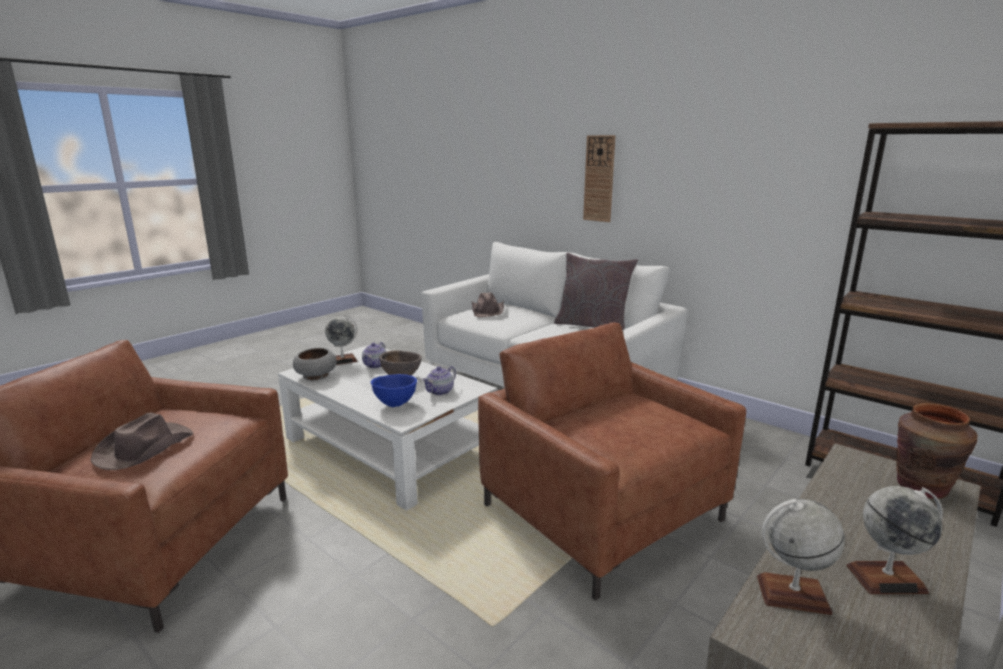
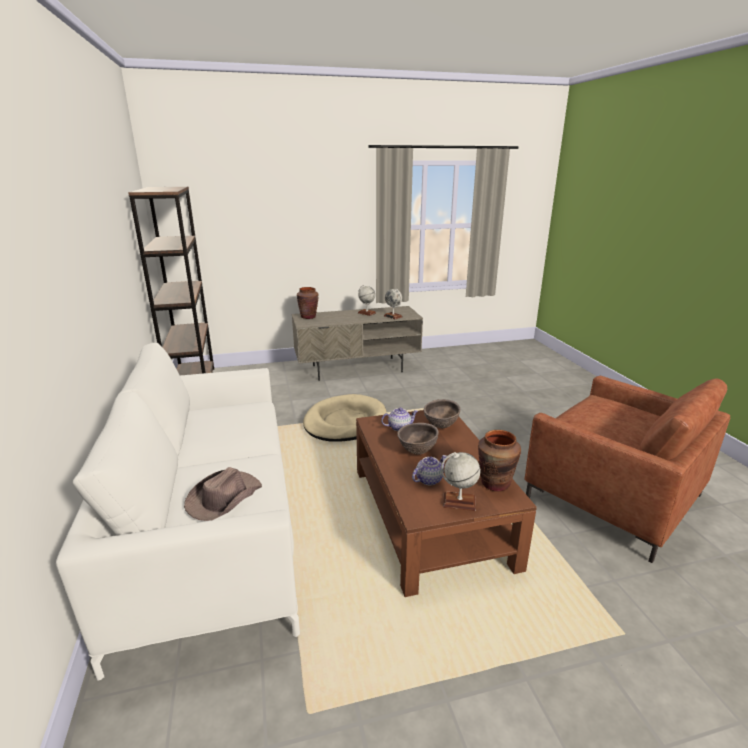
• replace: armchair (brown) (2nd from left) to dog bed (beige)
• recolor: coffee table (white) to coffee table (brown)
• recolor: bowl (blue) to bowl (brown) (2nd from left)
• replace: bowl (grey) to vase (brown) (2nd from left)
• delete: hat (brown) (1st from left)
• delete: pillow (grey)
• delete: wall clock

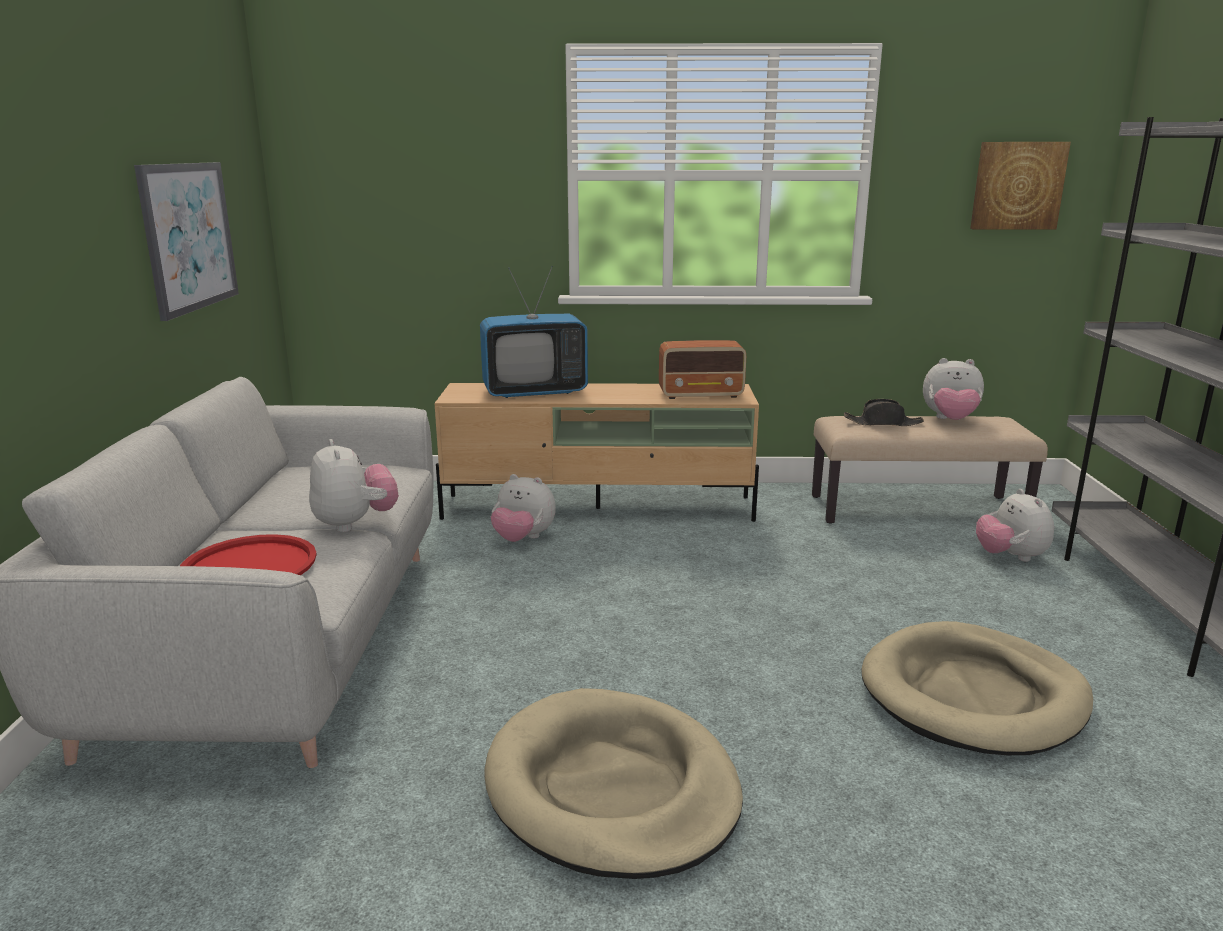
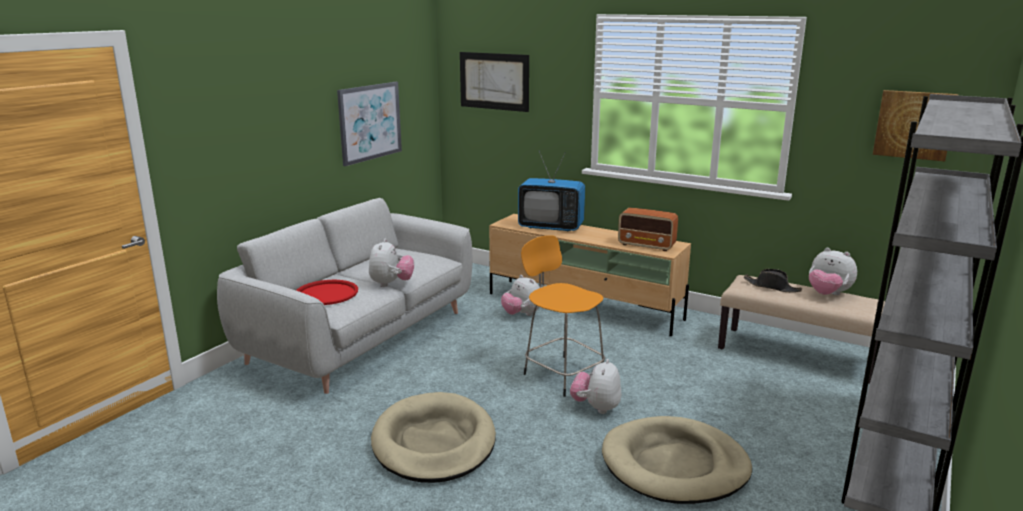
• insert: picture (2nd from left)
• insert: stool (orange)
• move: plush toy (4th from left in the first image) to plush toy (3rd from left)

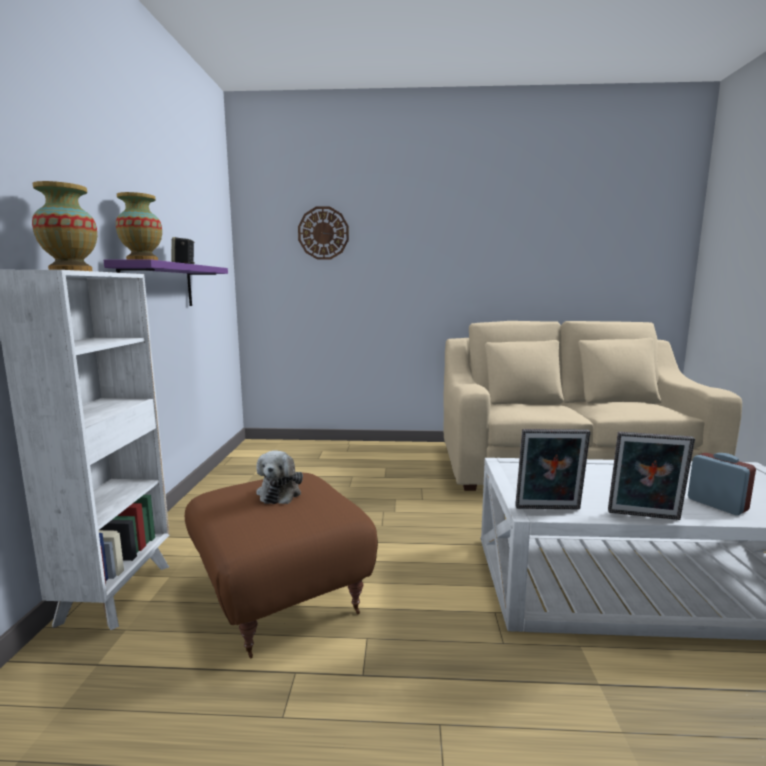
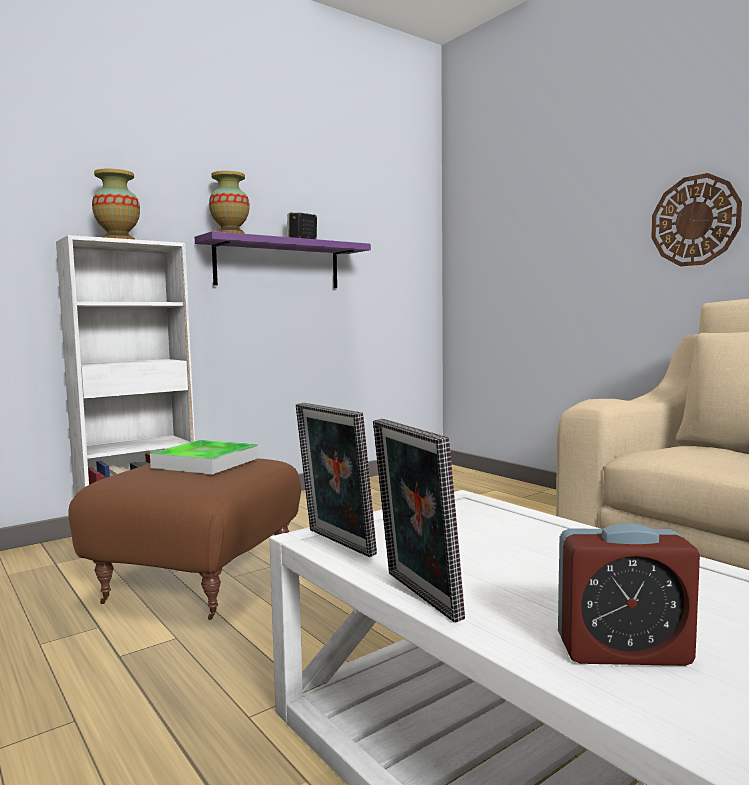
• replace: plush toy to tray
• rotate: alarm clock 75 degrees clockwise
• move: wall clock

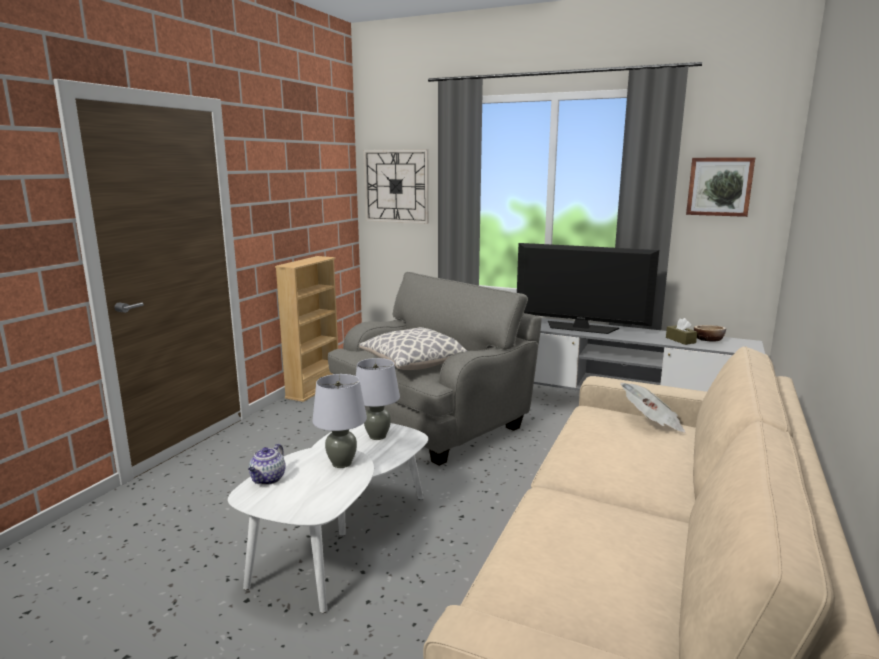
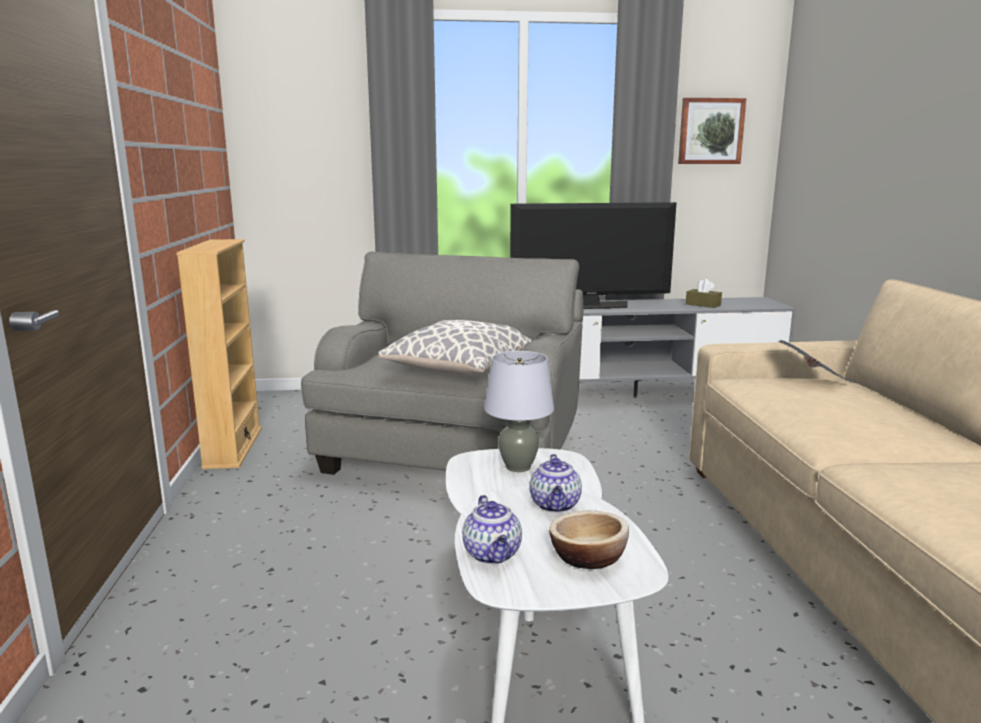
• replace: table lamp (grey) (1st from left) to teapot (2nd from left)
• move: bowl
• delete: wall clock

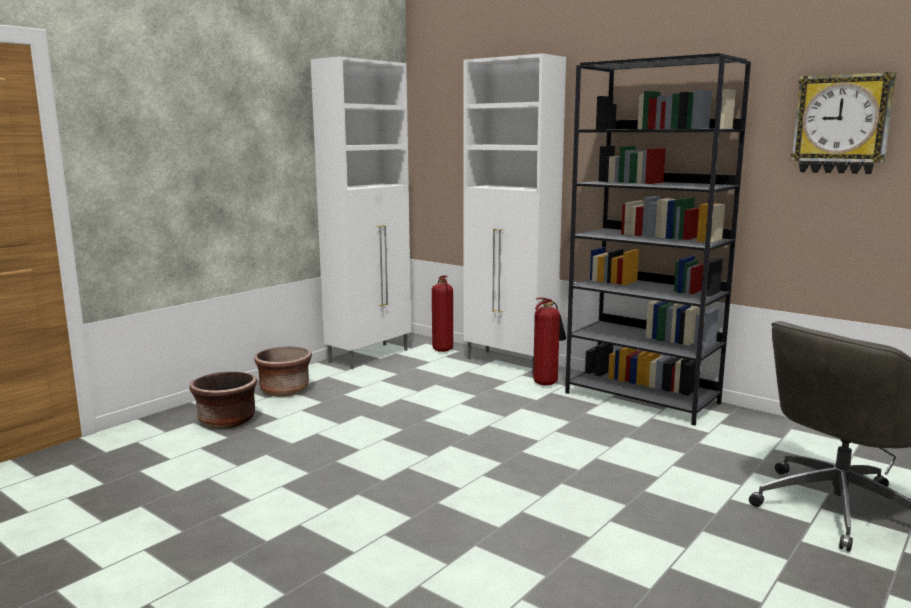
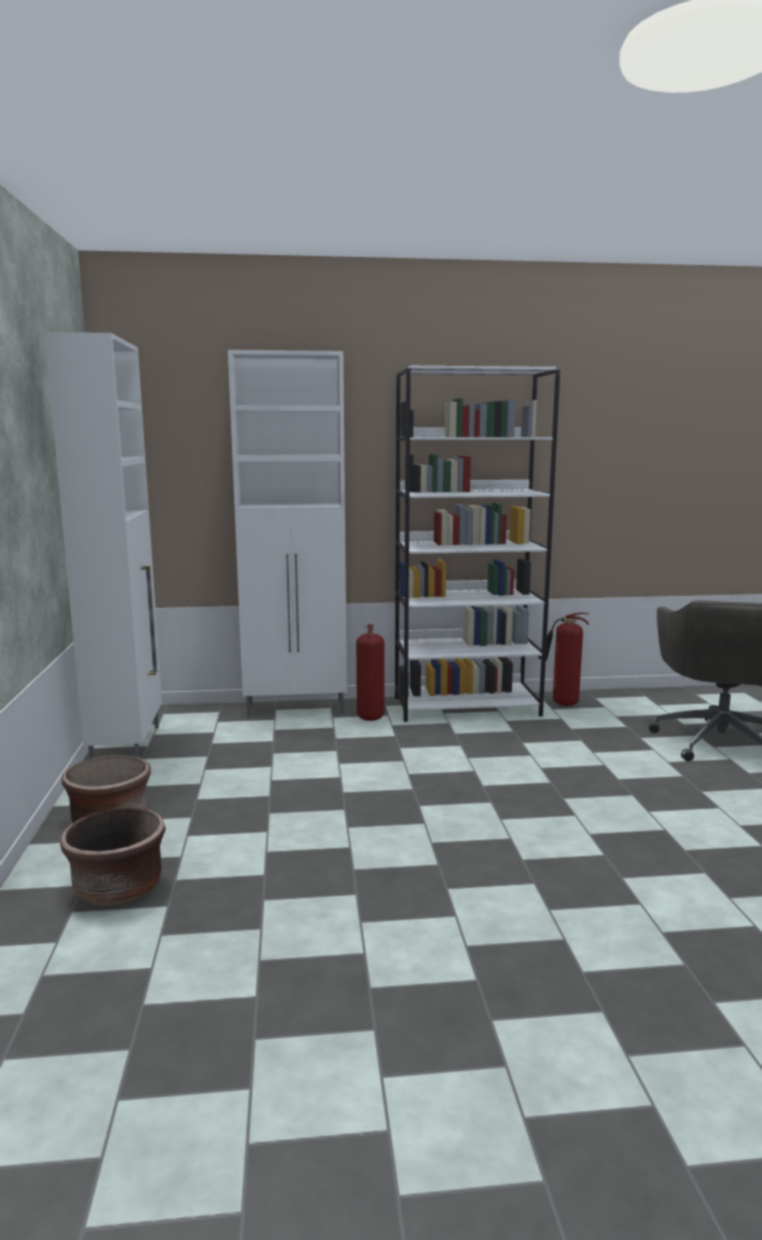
• recolor: bookcase (black) to bookcase (white)
• move: fire extinguisher (1st from left in the first image) to fire extinguisher (2nd from left)
• delete: wall clock

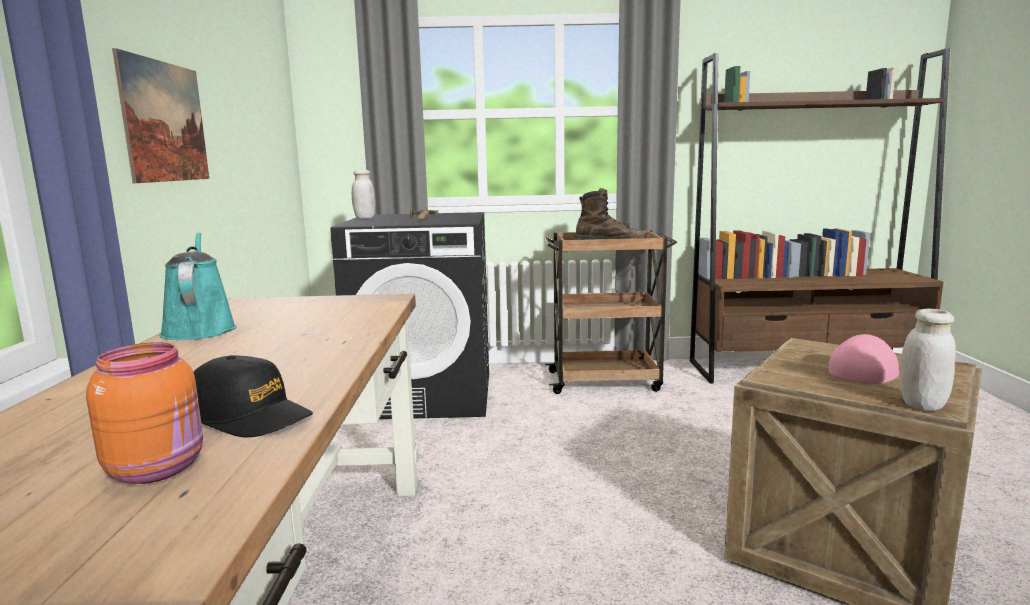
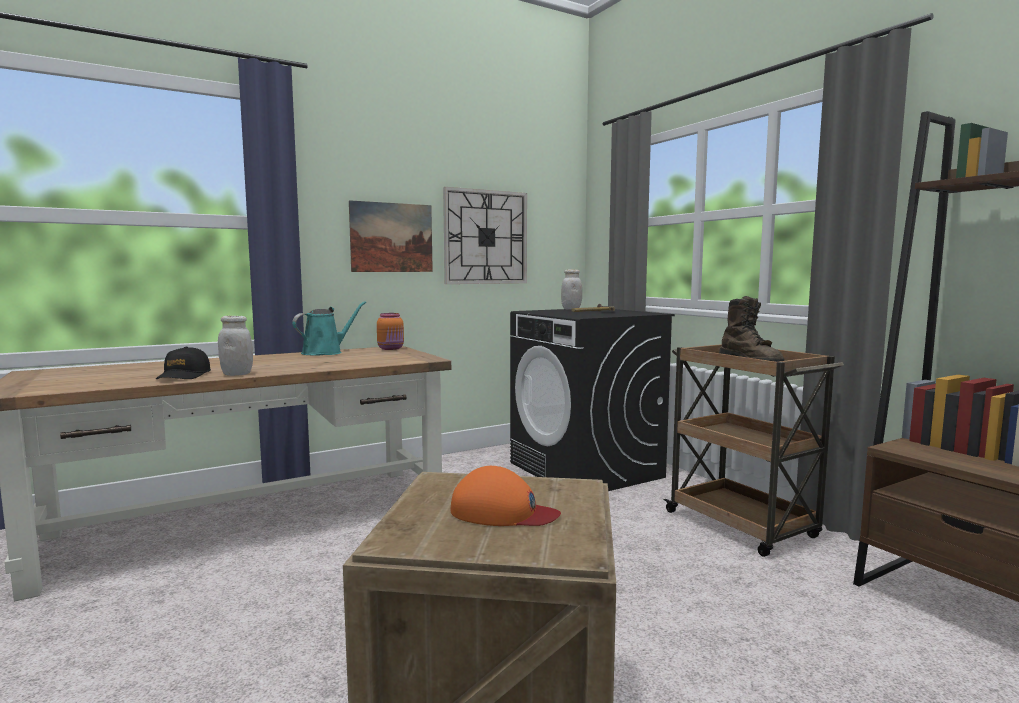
• move: jar (white) (2nd from left in the first image) to jar (white) (1st from left)
• move: jar (orange)
• insert: wall clock
• recolor: cap (pink) to cap (orange)

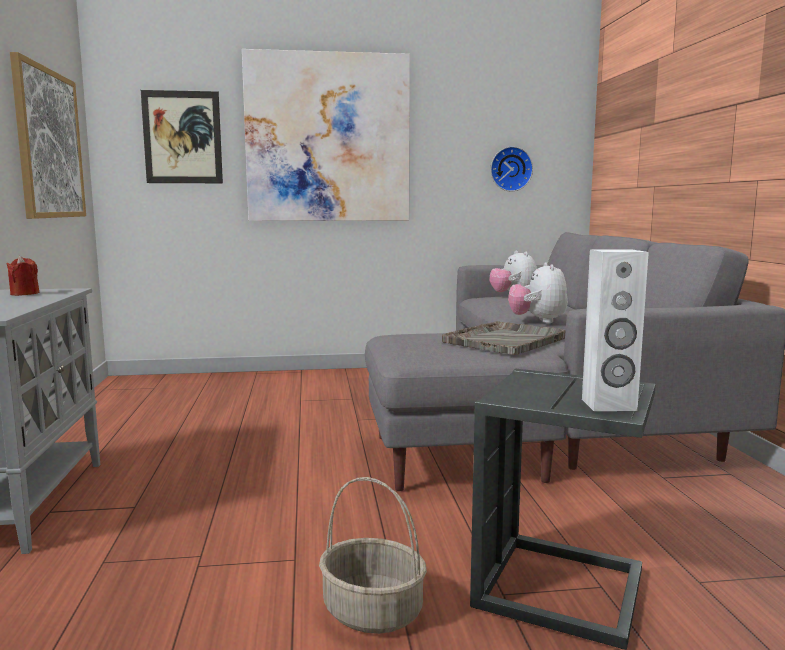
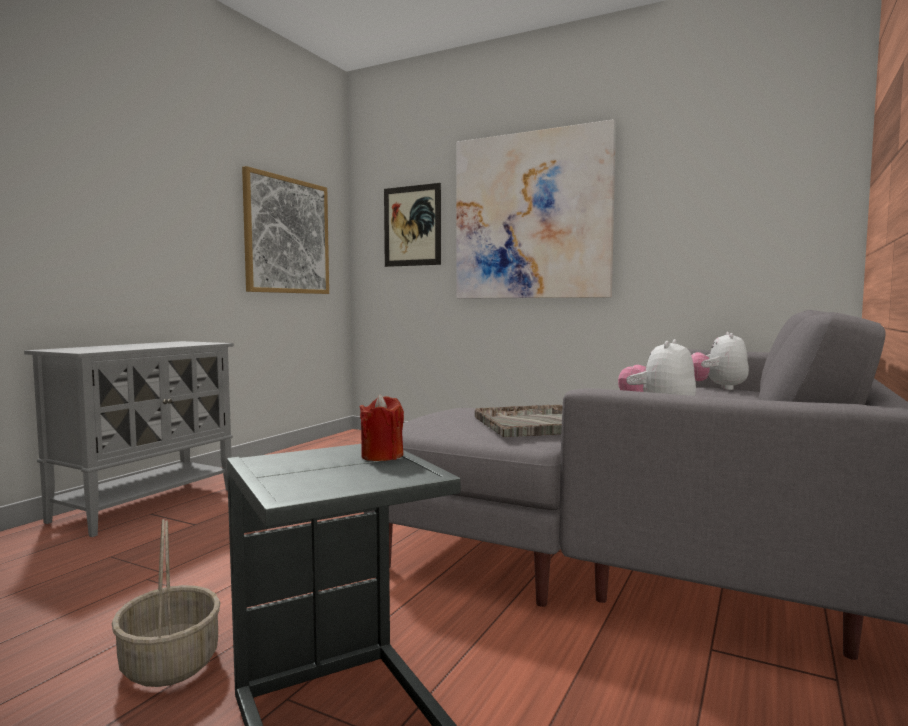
• move: candle (red)
• delete: wall clock
• delete: speaker (white)

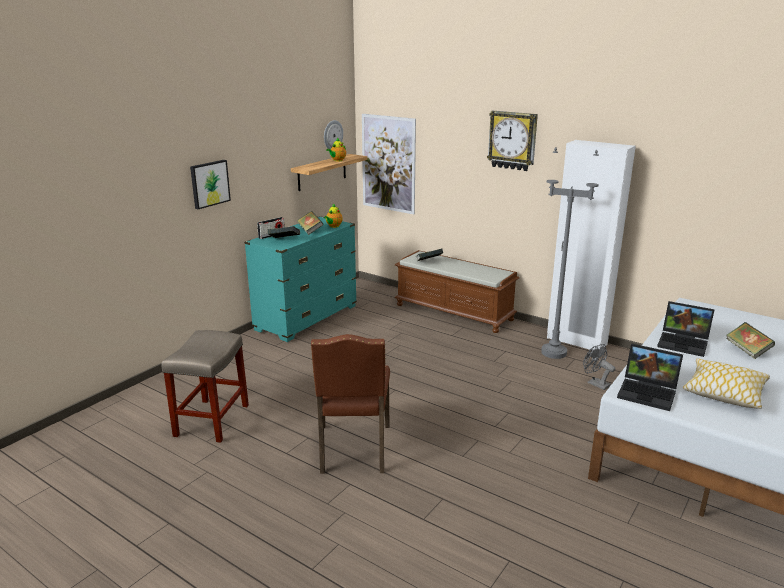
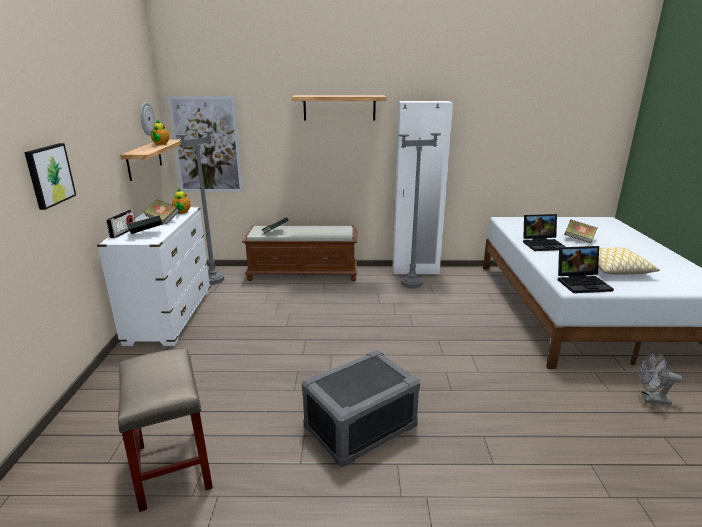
• recolor: dresser (turquoise) to dresser (white)
• insert: floor lamp (grey) (1st from left)
• replace: wall clock (2nd from left) to shelf (2nd from left)
• replace: chair (brown) to storage box (grey)
• move: fan (grey)

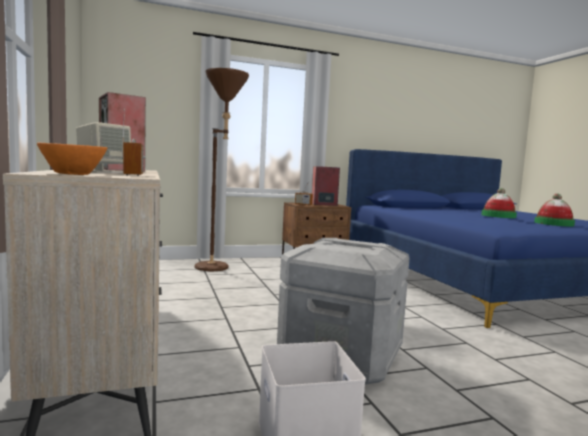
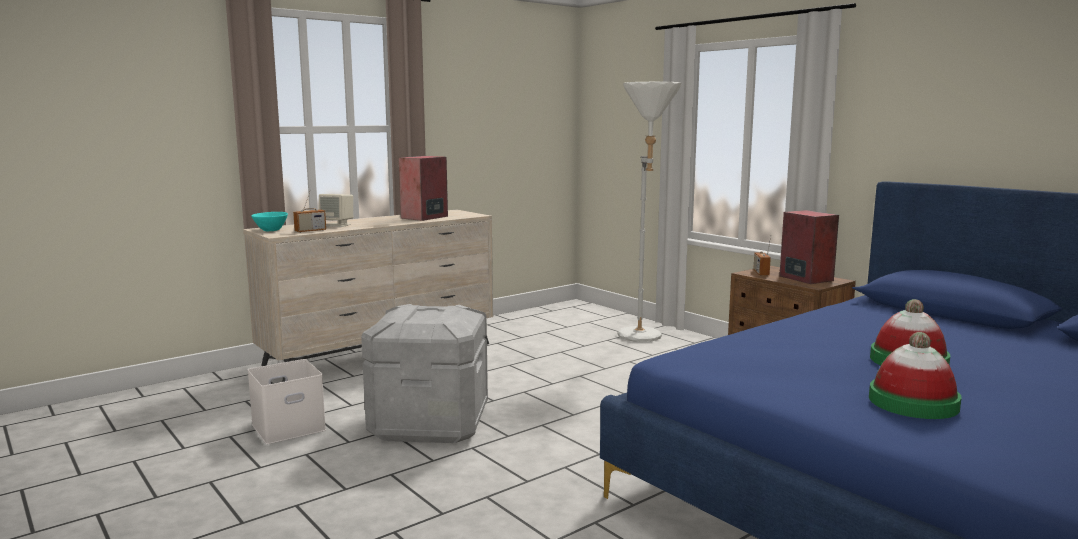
• recolor: bowl (orange) to bowl (turquoise)
• recolor: floor lamp (brown) to floor lamp (white)

